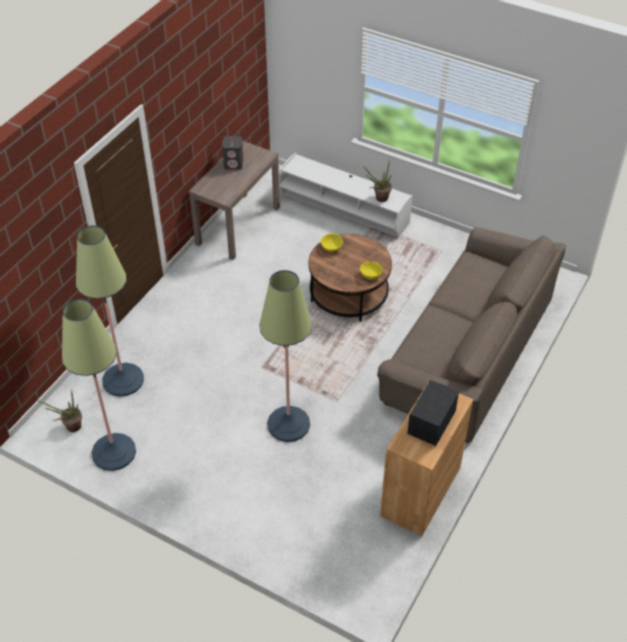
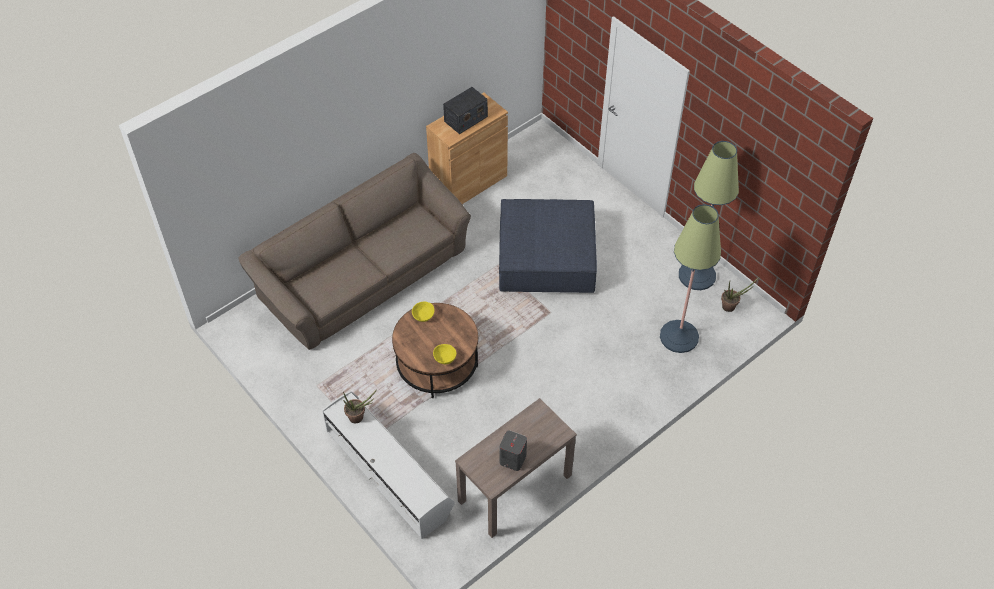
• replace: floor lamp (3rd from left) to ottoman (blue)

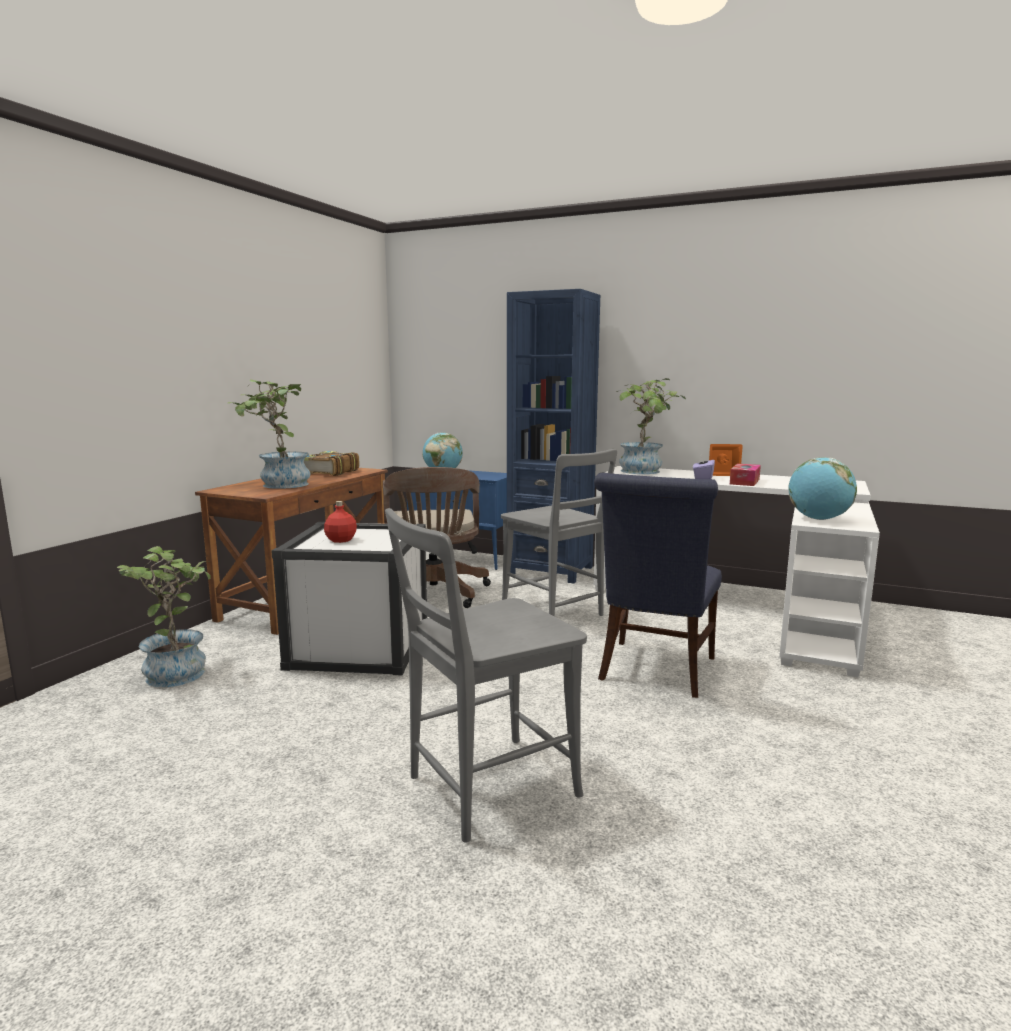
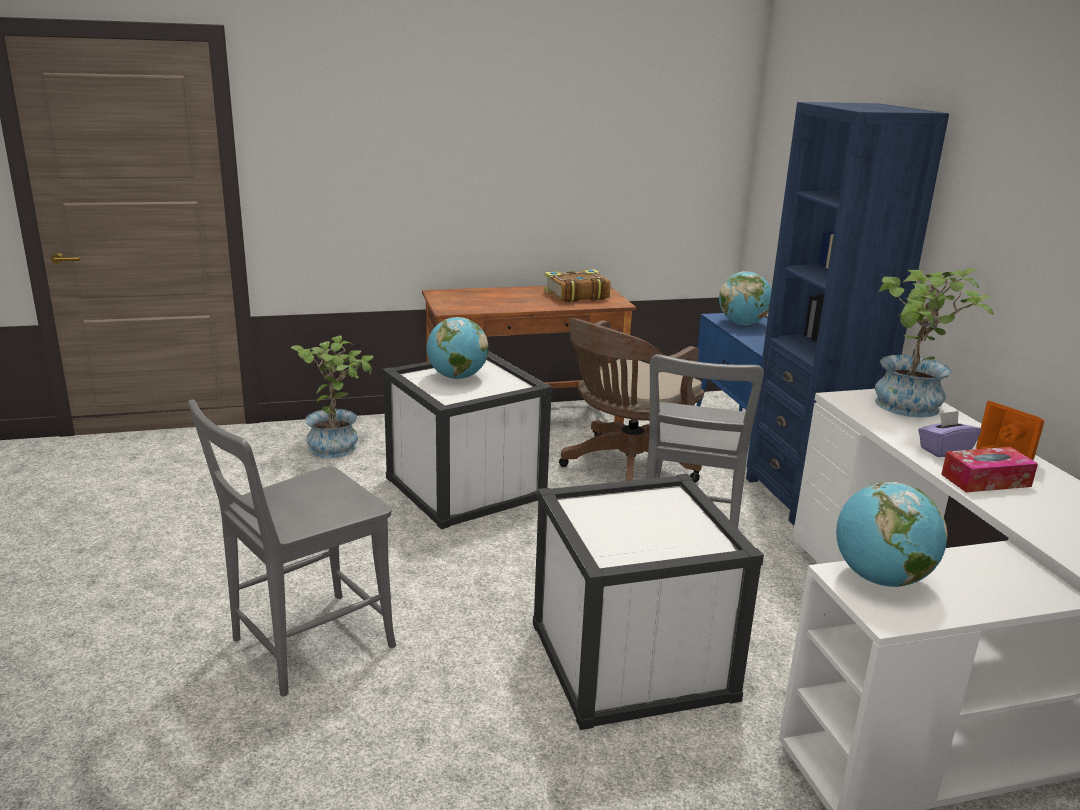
• rotate: chair (grey) (1st from left) 60 degrees counterclockwise
• replace: bottle (red) to globe (1st from left)
• replace: chair (blue) to storage box (white) (2nd from left)
• delete: potted plant (2nd from left)

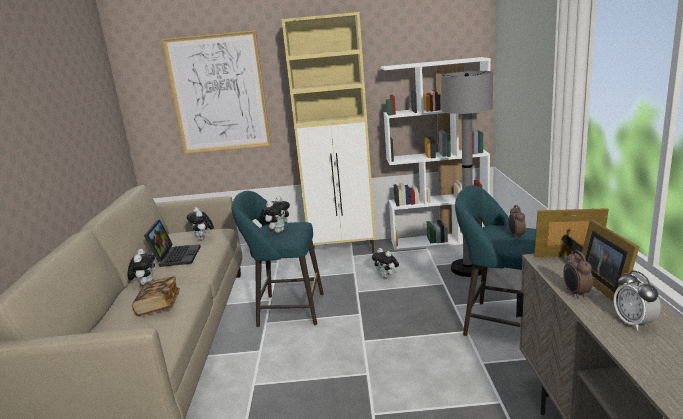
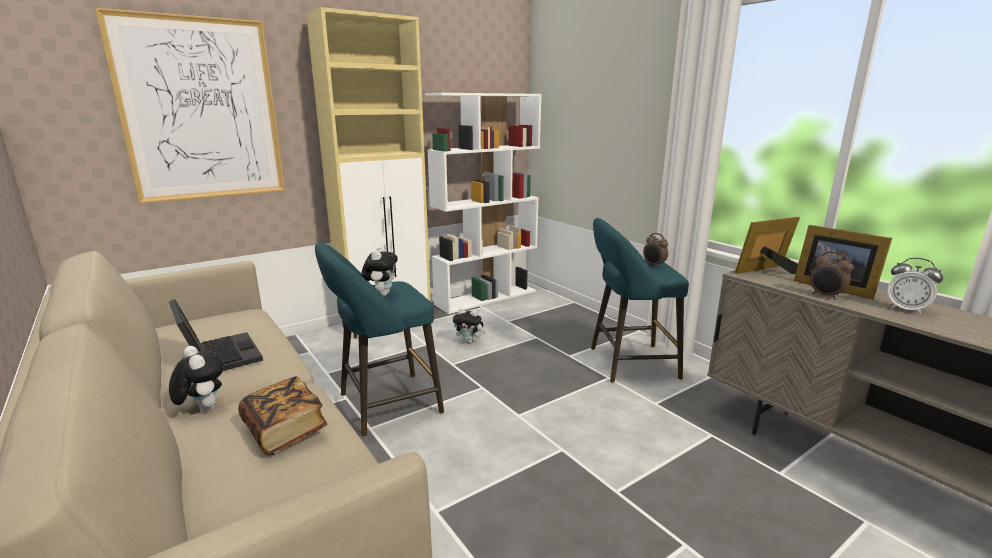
• delete: plush toy (2nd from left)
• delete: floor lamp (grey)

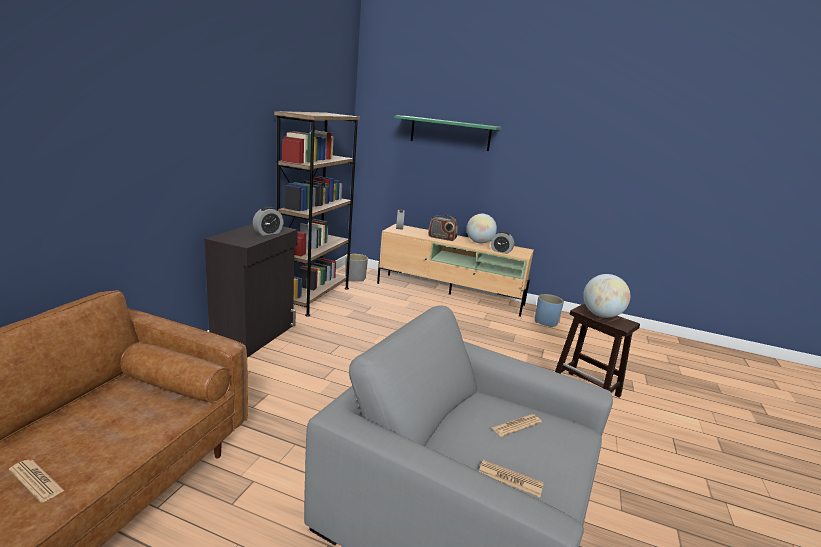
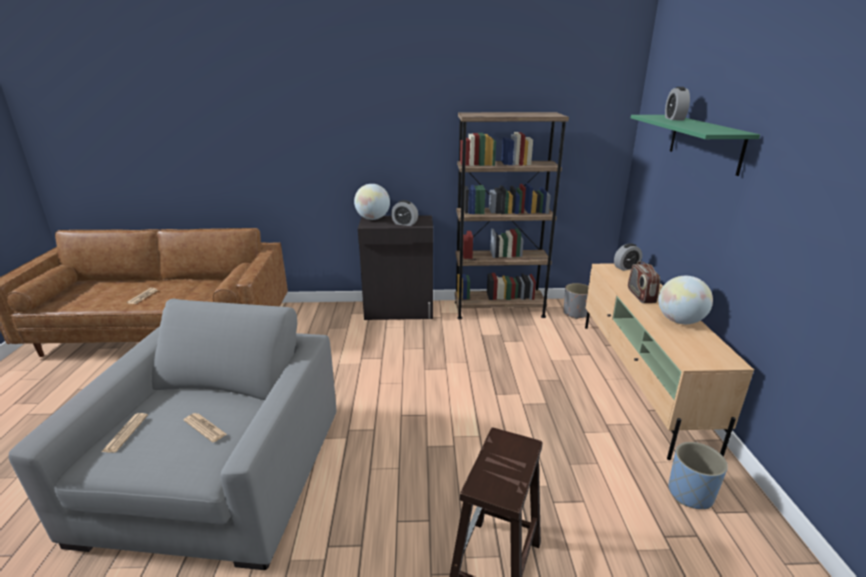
• move: globe (2nd from left in the first image) to globe (1st from left)
• move: alarm clock (3rd from left)

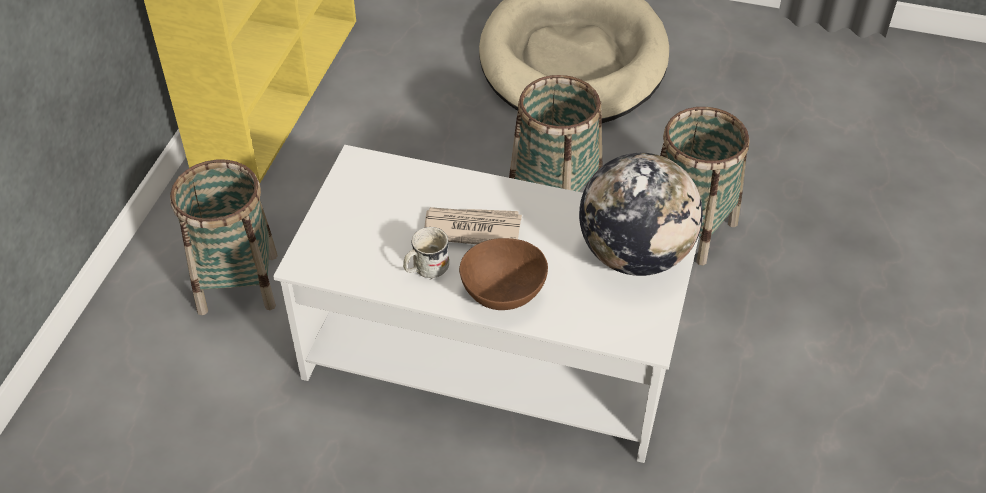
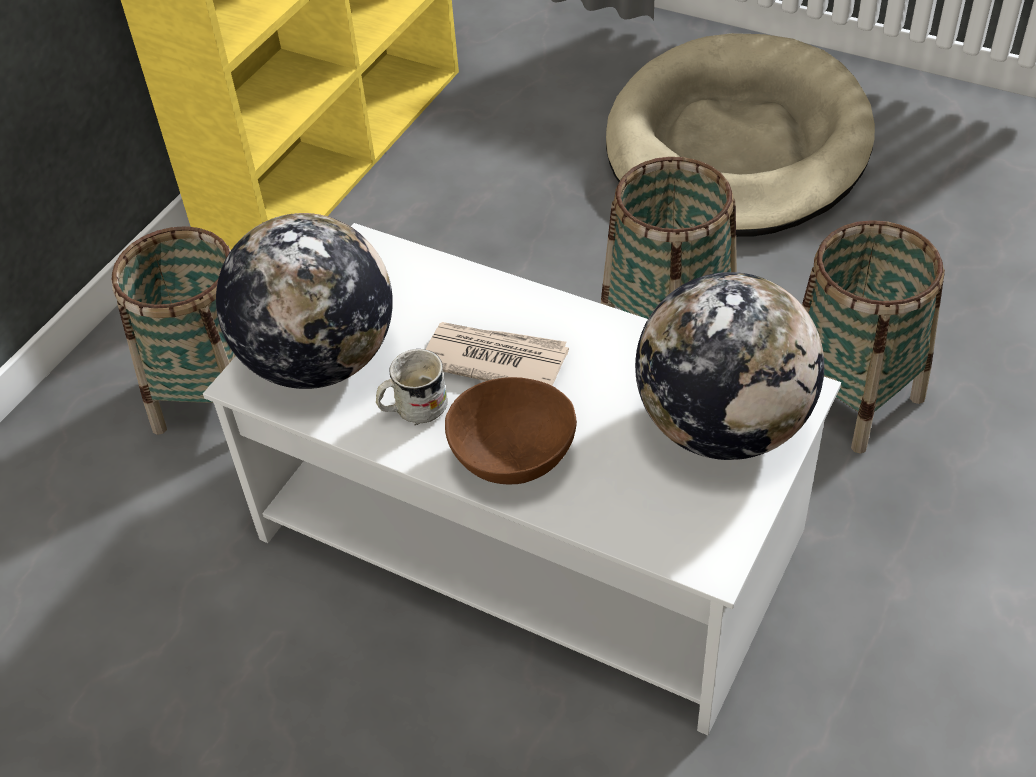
• insert: globe (1st from left)

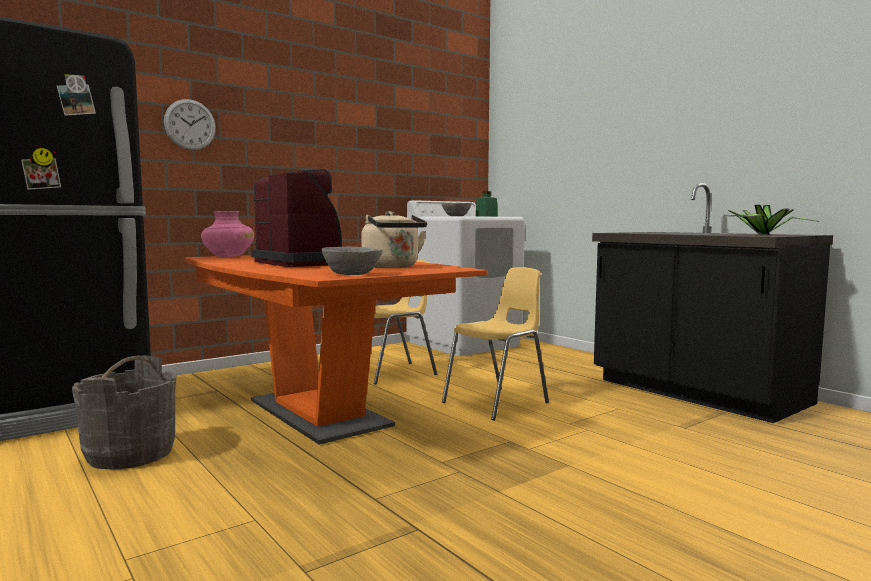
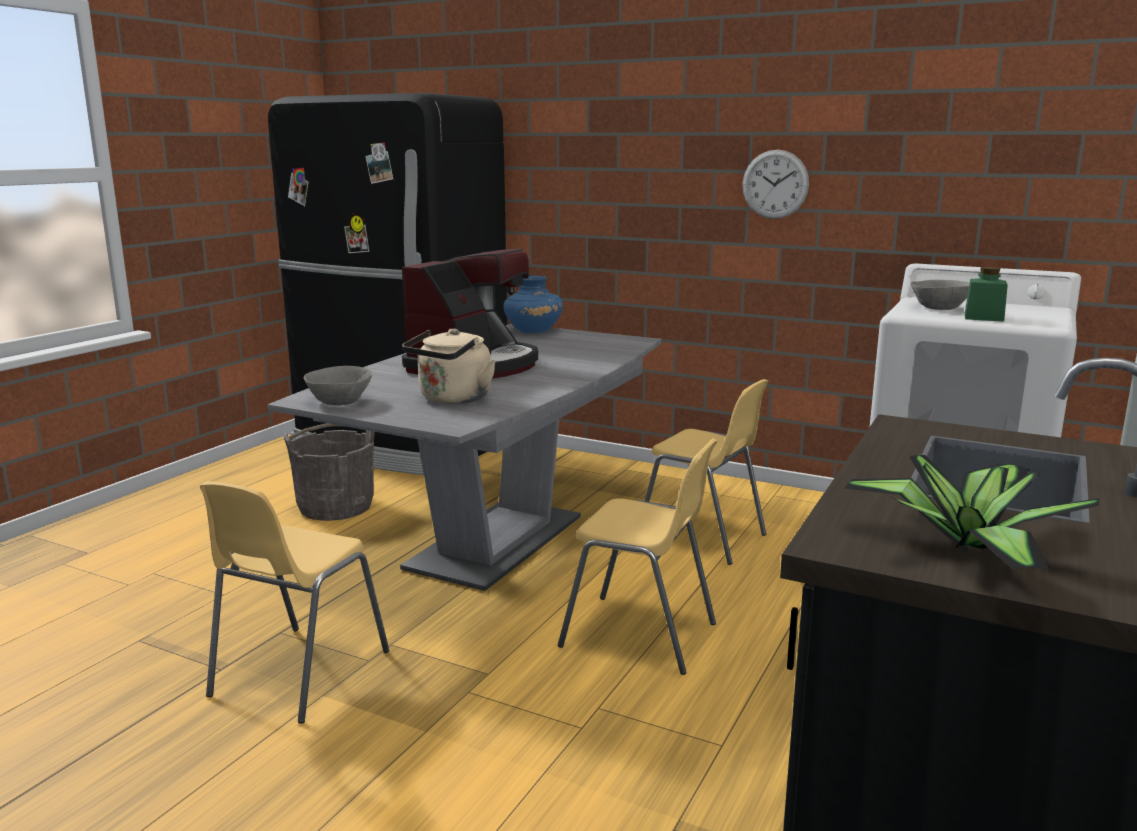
• insert: chair (yellow) (1st from left)
• recolor: dining table (orange) to dining table (grey)
• recolor: vase (pink) to vase (blue)
• move: wall clock

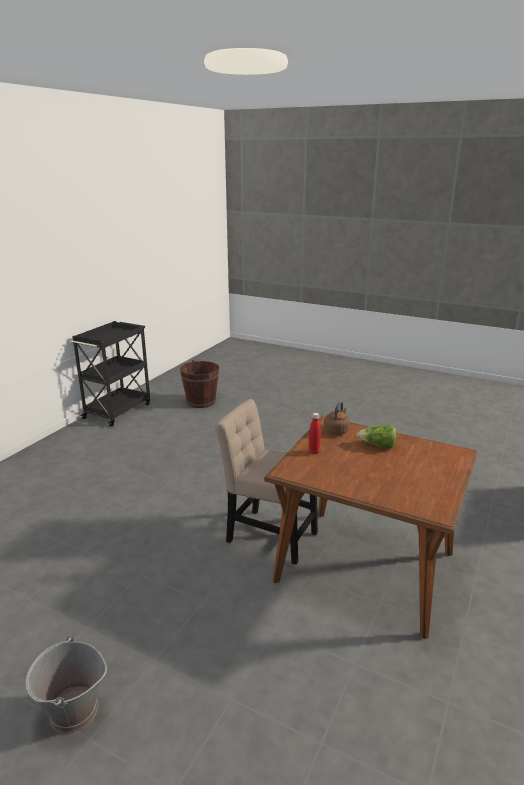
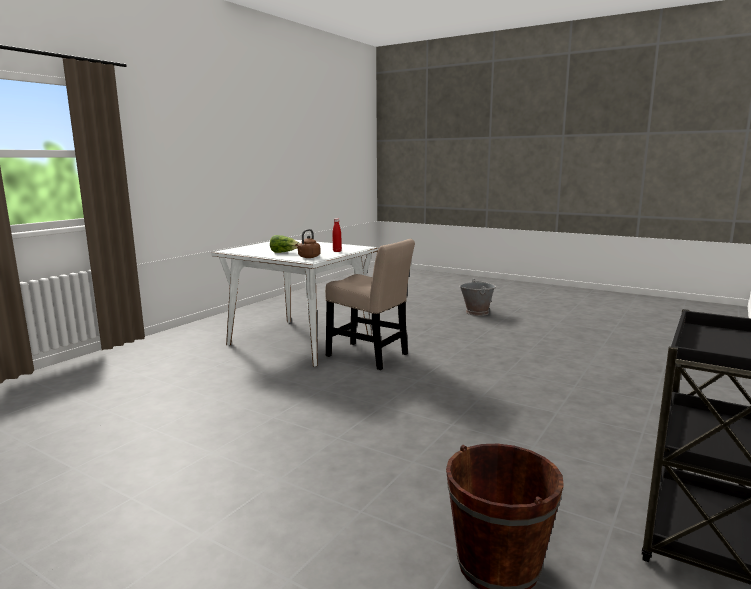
• recolor: dining table (brown) to dining table (white)

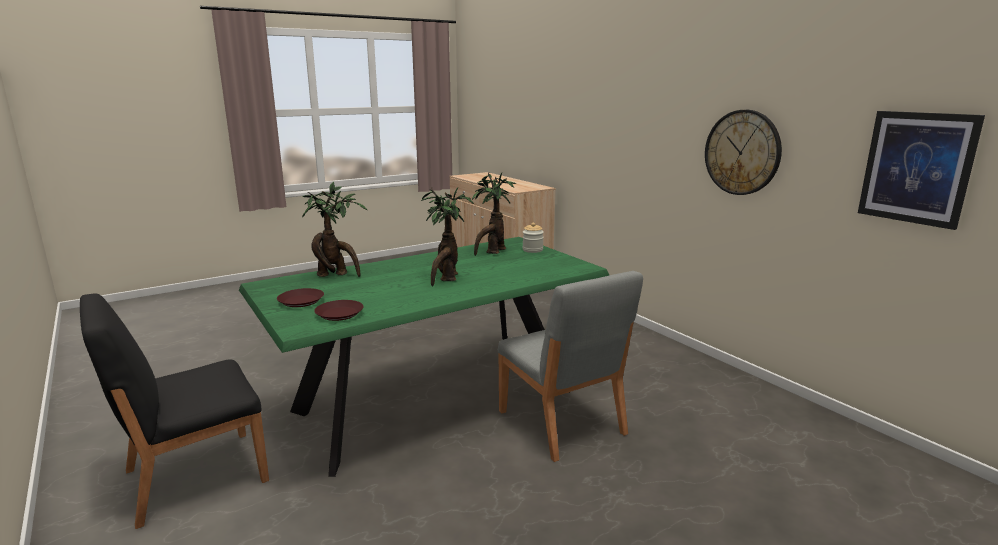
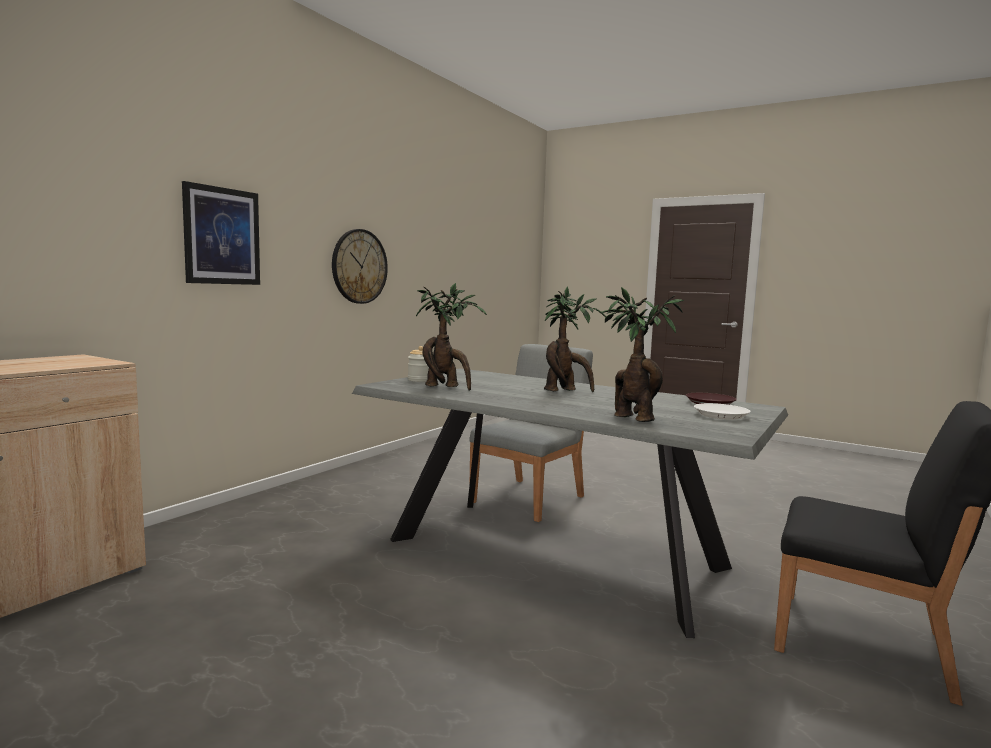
• move: picture
• recolor: dining table (green) to dining table (grey)
• recolor: plate (brown) (1st from left) to plate (white)

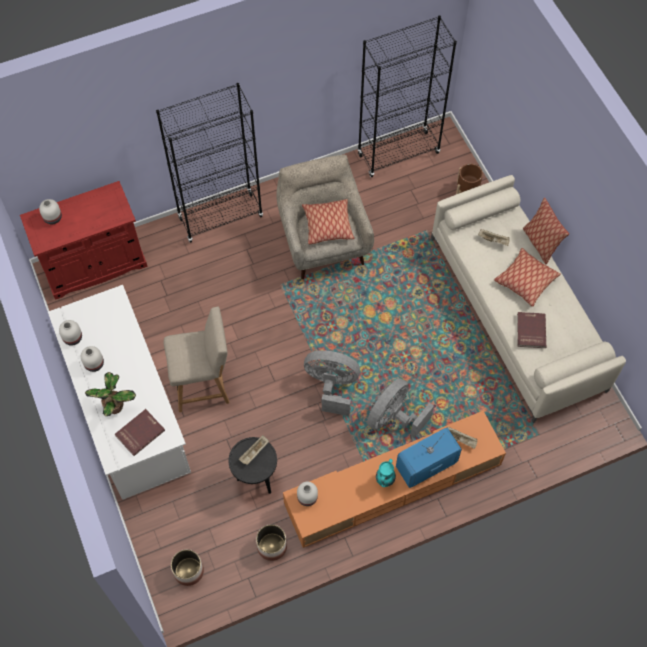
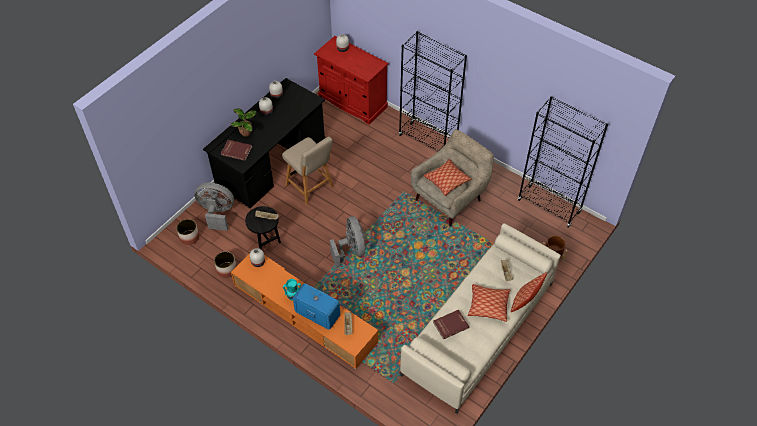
• move: fan (grey) (2nd from left in the first image) to fan (grey) (1st from left)
• recolor: desk (white) to desk (black)

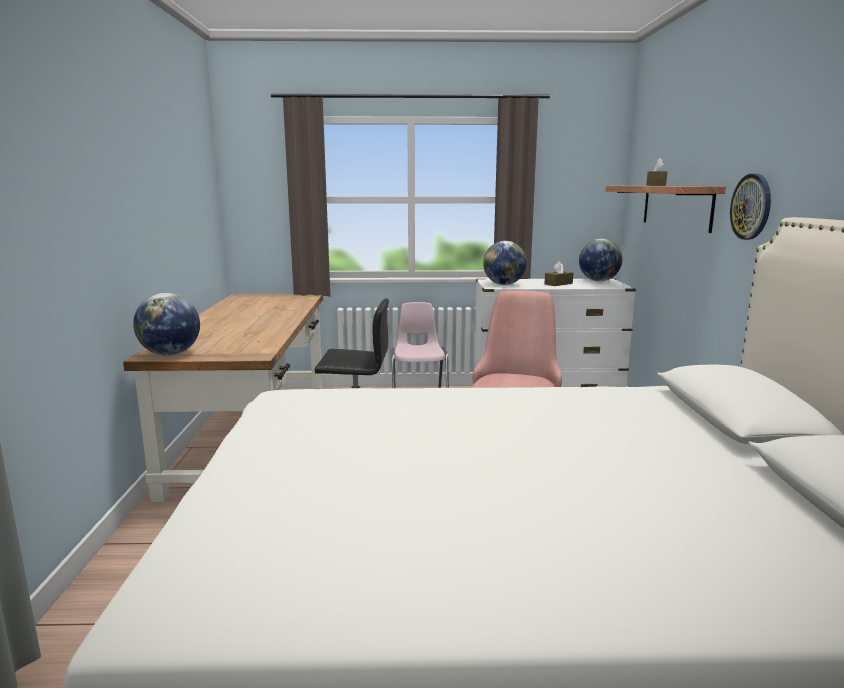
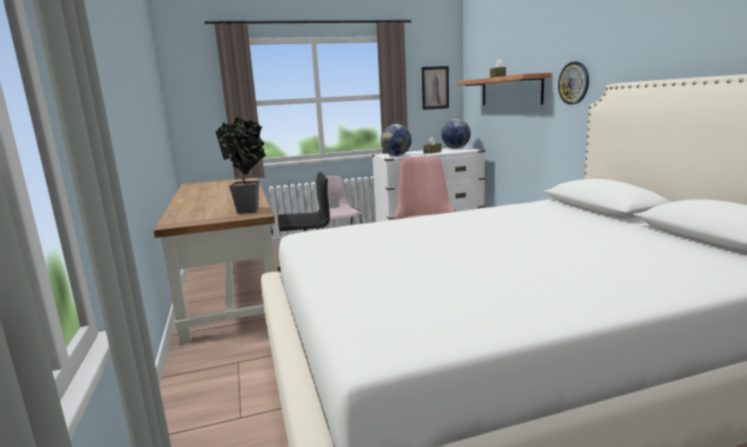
• insert: potted plant
• insert: picture
• delete: globe (1st from left)

